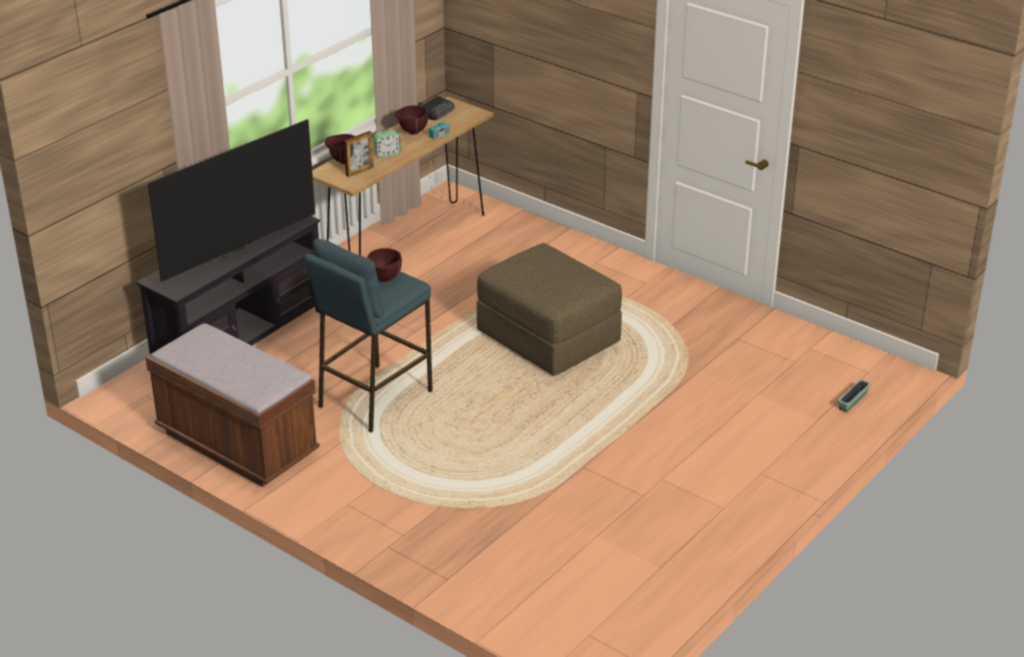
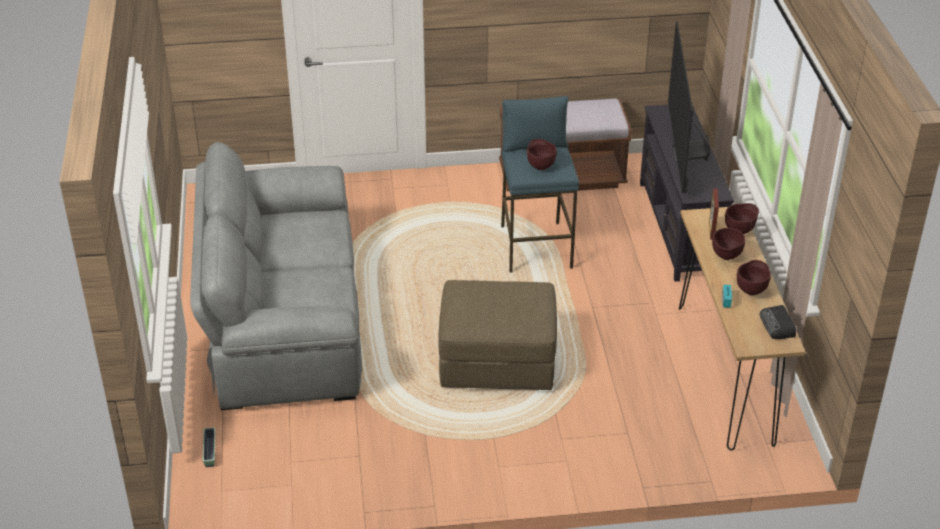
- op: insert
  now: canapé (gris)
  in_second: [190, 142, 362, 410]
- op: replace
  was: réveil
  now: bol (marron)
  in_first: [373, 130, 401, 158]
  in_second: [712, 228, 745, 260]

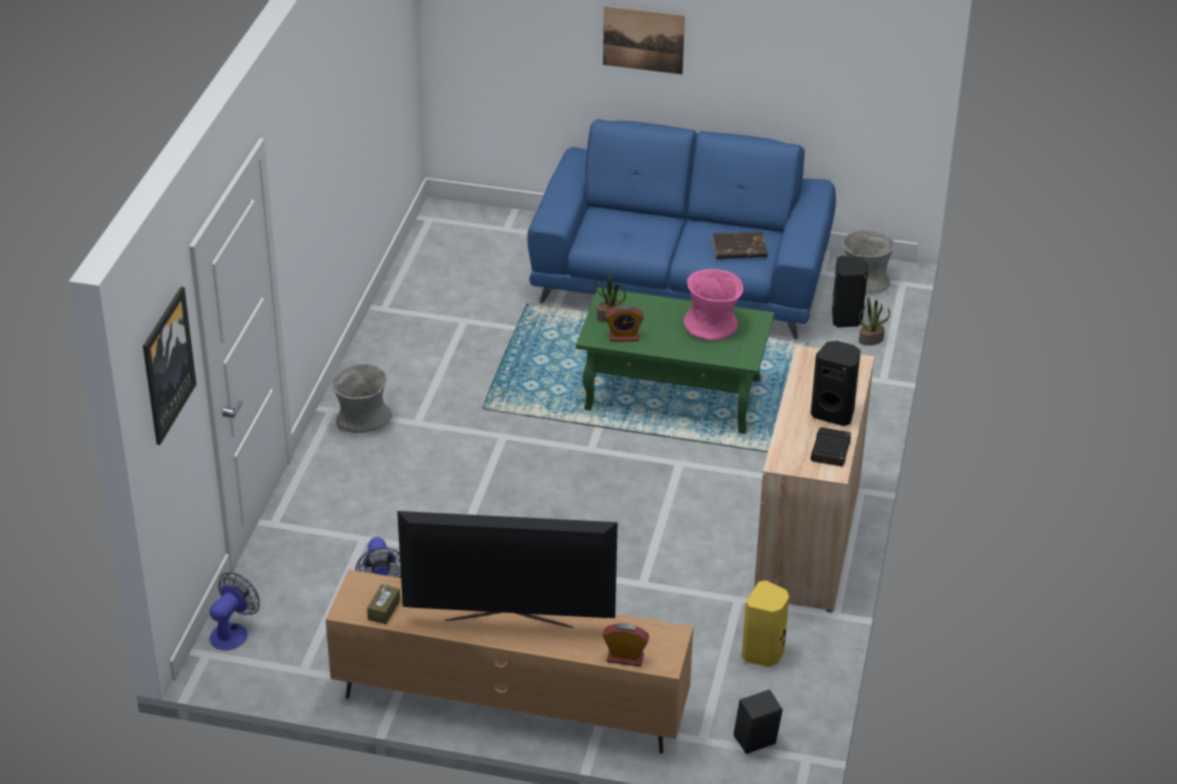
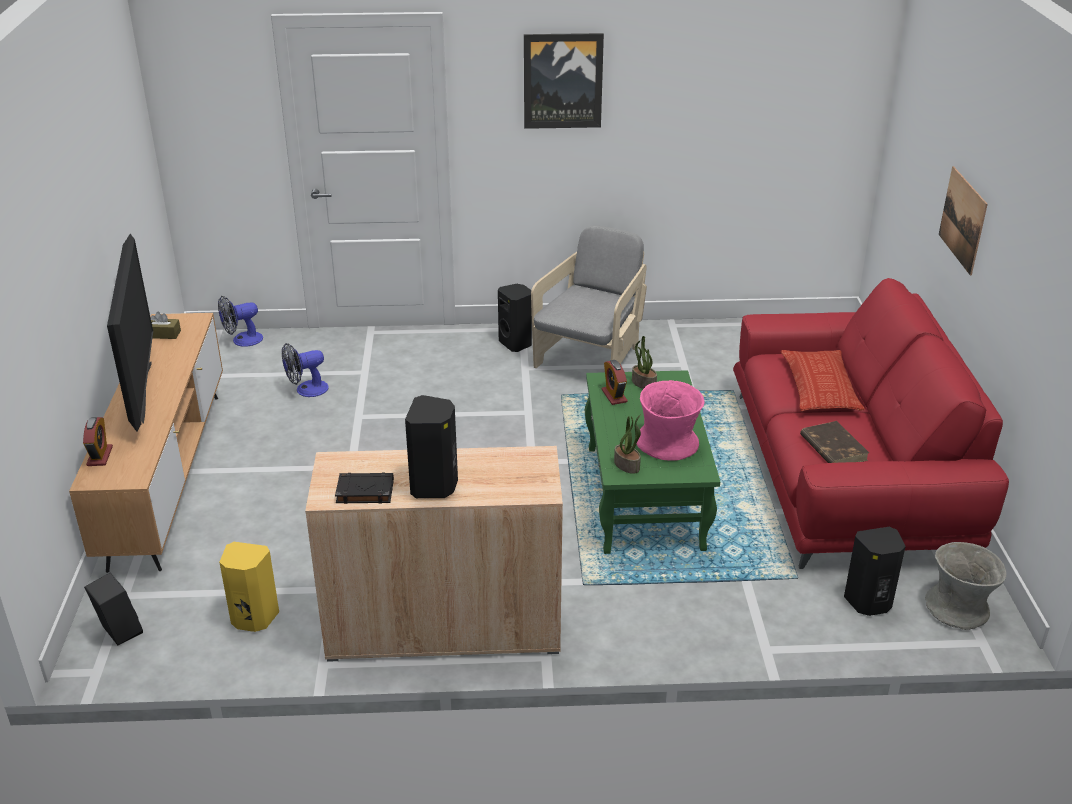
- op: rotate
  was: ventilateur
  in_first: [209, 572, 260, 650]
  in_second: [218, 296, 263, 347]
  clockwise: 135
- op: replace
  was: vase (gris)
  now: enceinte (noir)
  in_first: [332, 364, 392, 433]
  in_second: [498, 284, 532, 352]
- op: move
  was: tableau
  in_first: [143, 287, 196, 445]
  in_second: [524, 33, 604, 129]
- op: insert
  now: fauteuil (gris)
  in_second: [531, 225, 647, 368]
- op: move
  was: plante en pot
  in_first: [859, 297, 890, 345]
  in_second: [614, 414, 641, 474]
- op: recolor
  was: canapé (bleu)
  now: canapé (rouge)
  in_first: [527, 119, 836, 339]
  in_second: [733, 278, 1009, 569]
- op: insert
  now: coussin
  in_second: [781, 350, 865, 411]

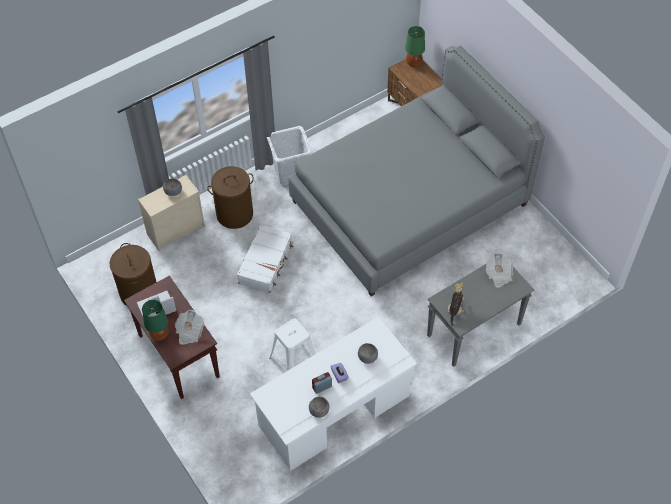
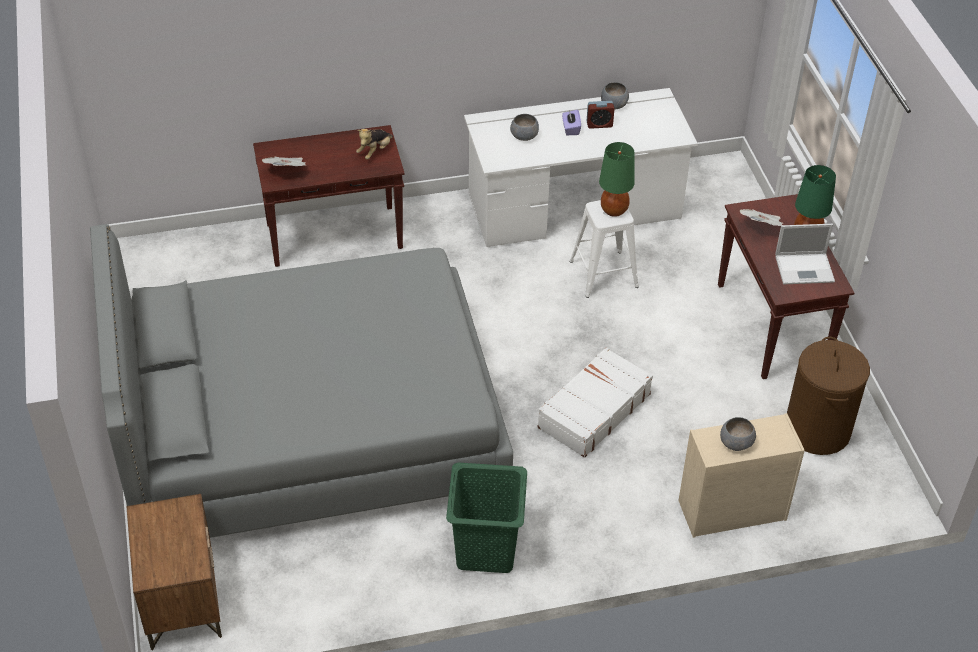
- op: recolor
  was: table console (gris)
  now: table console (marron)
  in_first: [427, 254, 534, 367]
  in_second: [253, 125, 405, 267]
- op: recolor
  was: panier à linge (blanc)
  now: panier à linge (vert)
  in_first: [267, 126, 312, 185]
  in_second: [446, 463, 527, 573]
- op: move
  was: lampe de table (vert)
  in_first: [405, 26, 425, 67]
  in_second: [599, 142, 634, 217]
- op: delete
  was: panier à linge (marron)
  in_first: [207, 166, 254, 229]

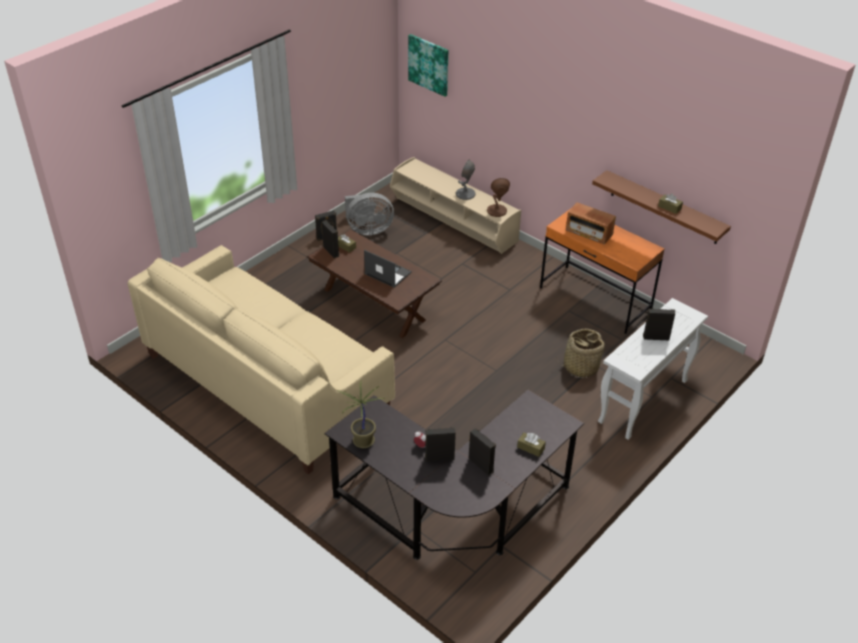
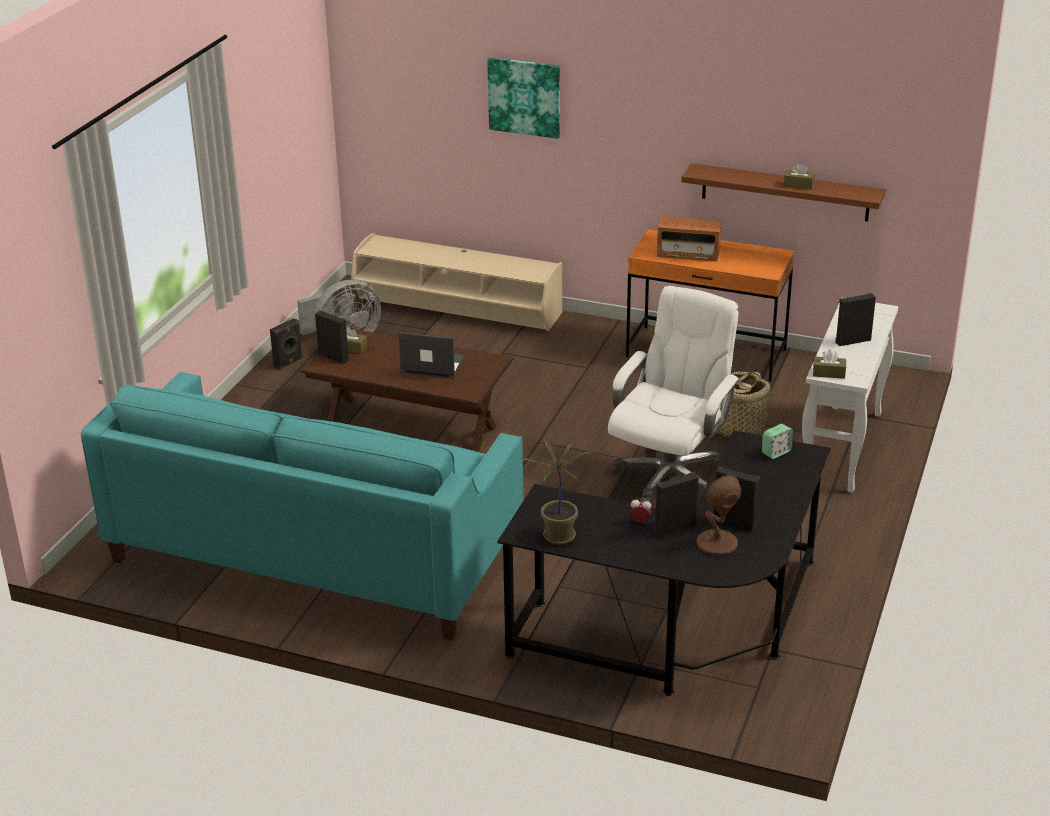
- op: recolor
  was: canapé (beige)
  now: canapé (turquoise)
  in_first: [128, 245, 395, 475]
  in_second: [81, 372, 524, 641]
- op: move
  was: tableau
  in_first: [408, 34, 448, 97]
  in_second: [487, 57, 560, 139]
- op: insert
  now: chaise de bureau (blanc)
  in_second: [608, 286, 740, 502]
- op: move
  was: lampe de table (marron)
  in_first: [487, 178, 510, 217]
  in_second: [696, 475, 741, 556]
- op: insert
  now: réveil
  in_second: [762, 424, 793, 459]
- op: move
  was: boîte à mouchoirs (marron)
  in_first: [517, 432, 546, 457]
  in_second: [813, 349, 846, 379]
- op: delete
  was: lampe de table (gris)
  in_first: [456, 159, 476, 200]

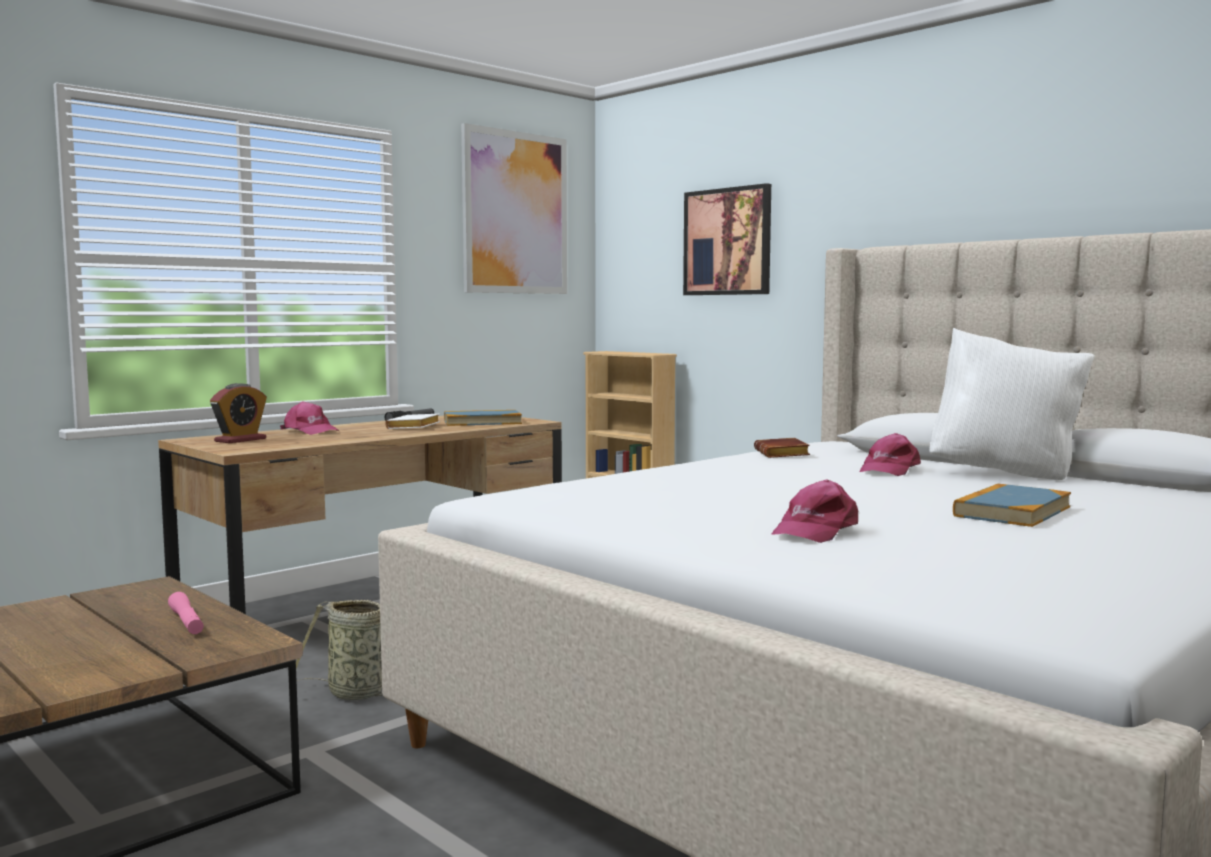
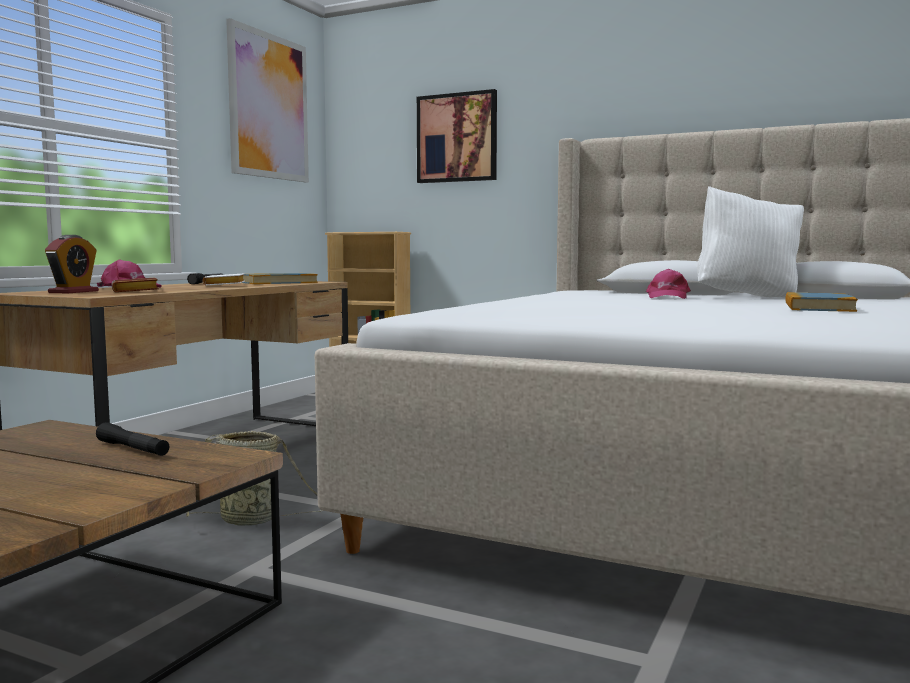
- op: recolor
  was: lampe de poche (rose)
  now: lampe de poche (noir)
  in_first: [168, 592, 204, 634]
  in_second: [96, 422, 170, 456]
- op: move
  was: livre (marron)
  in_first: [754, 438, 810, 458]
  in_second: [112, 277, 159, 292]
- op: delete
  was: casquette (rose)
  in_first: [772, 479, 858, 543]

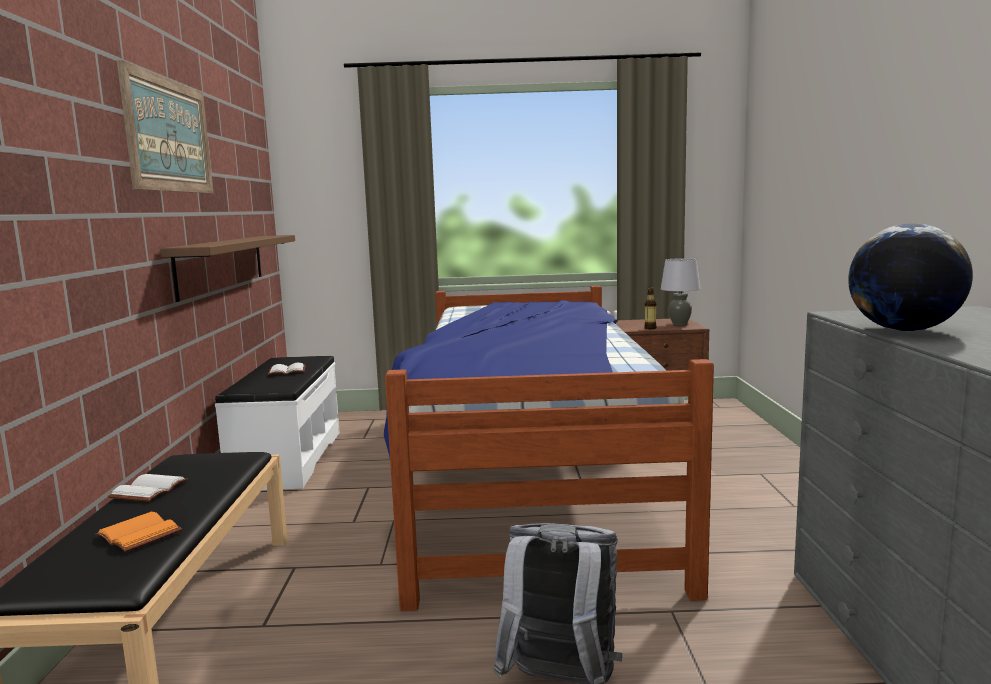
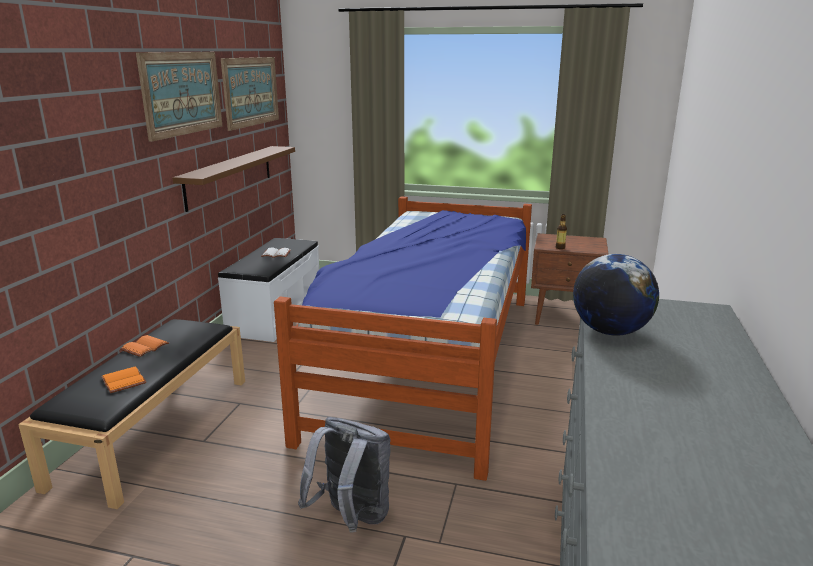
- op: recolor
  was: livre (blanc)
  now: livre (orange)
  in_first: [108, 474, 188, 502]
  in_second: [120, 335, 169, 357]
- op: insert
  now: tableau
  in_second: [221, 57, 279, 131]
- op: delete
  was: lampe de table (gris)
  in_first: [660, 258, 701, 325]

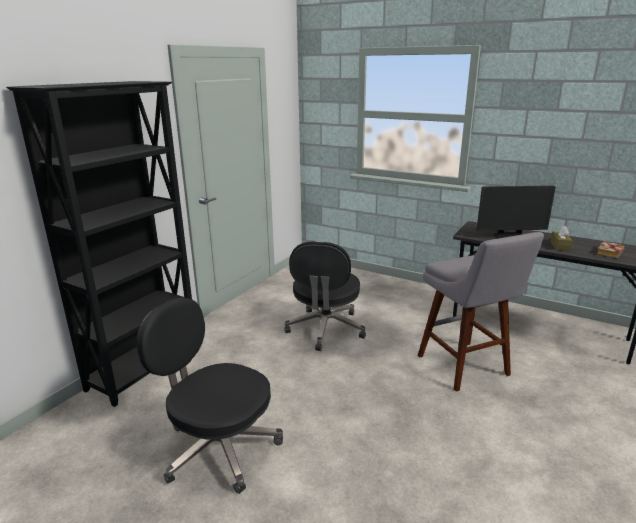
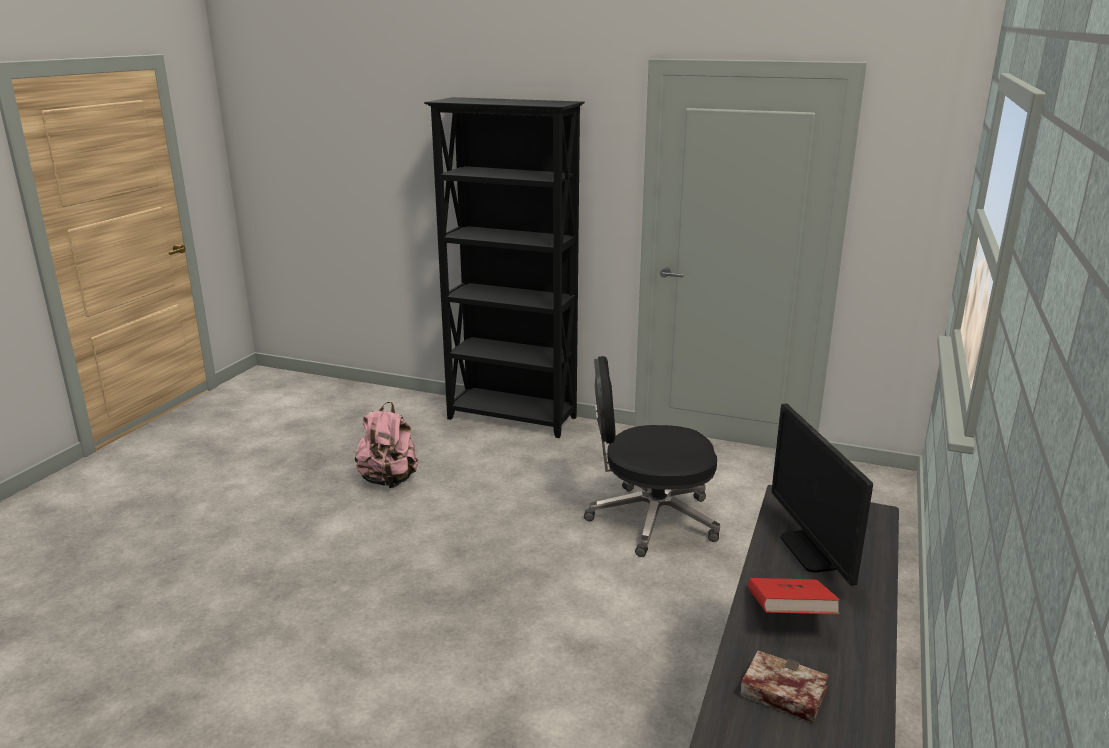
- op: replace
  was: chaise de bureau (noir)
  now: sac à dos (rose)
  in_first: [137, 297, 283, 494]
  in_second: [355, 402, 419, 488]
- op: replace
  was: boîte à mouchoirs (marron)
  now: livre (rouge)
  in_first: [550, 226, 573, 251]
  in_second: [748, 578, 840, 614]
- op: delete
  was: tabouret (gris)
  in_first: [418, 232, 544, 392]

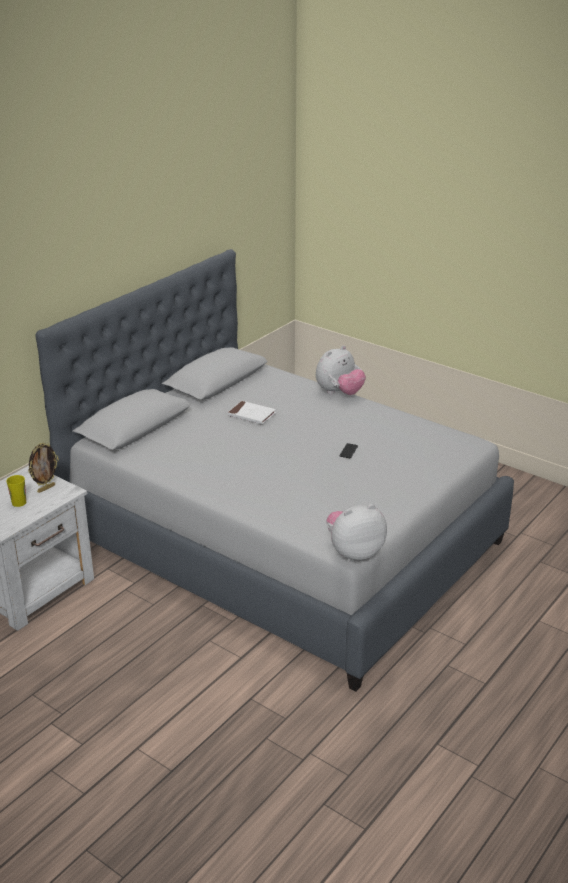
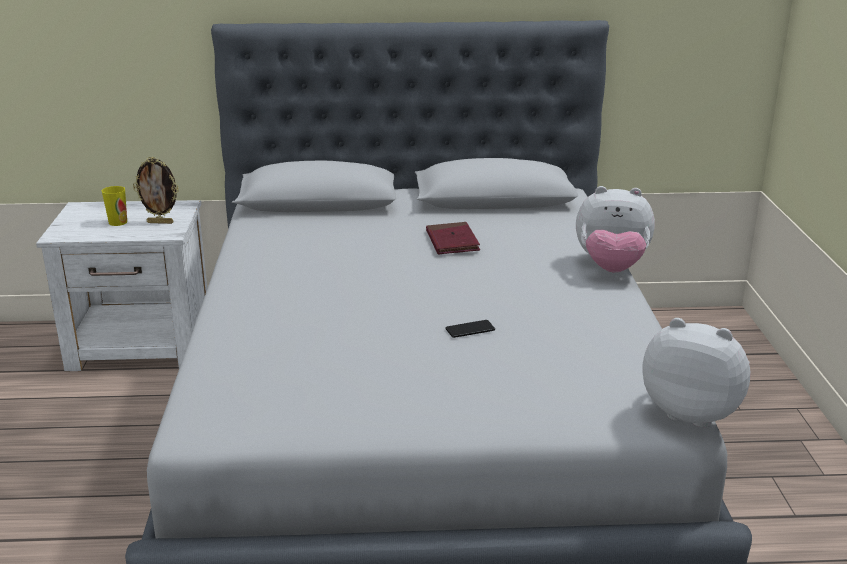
- op: recolor
  was: livre (blanc)
  now: livre (rouge)
  in_first: [227, 401, 276, 424]
  in_second: [426, 222, 480, 255]
- op: move
  was: peluche
  in_first: [326, 504, 387, 562]
  in_second: [642, 318, 751, 428]

